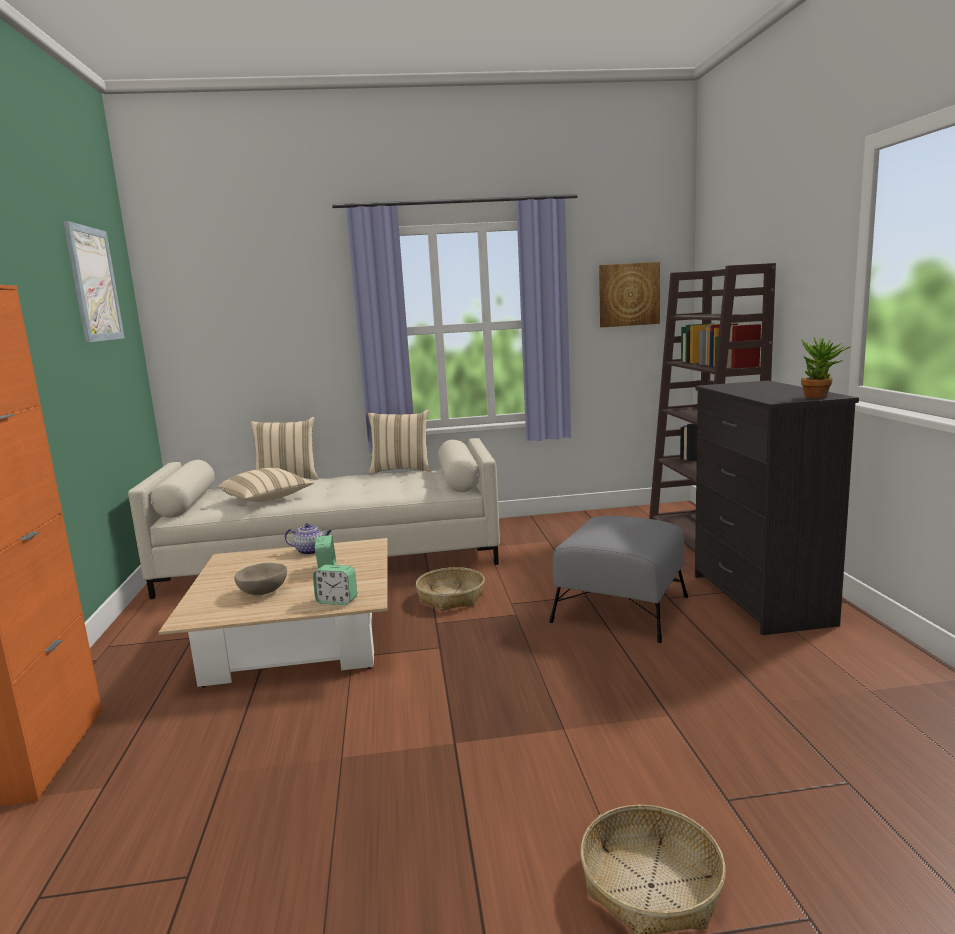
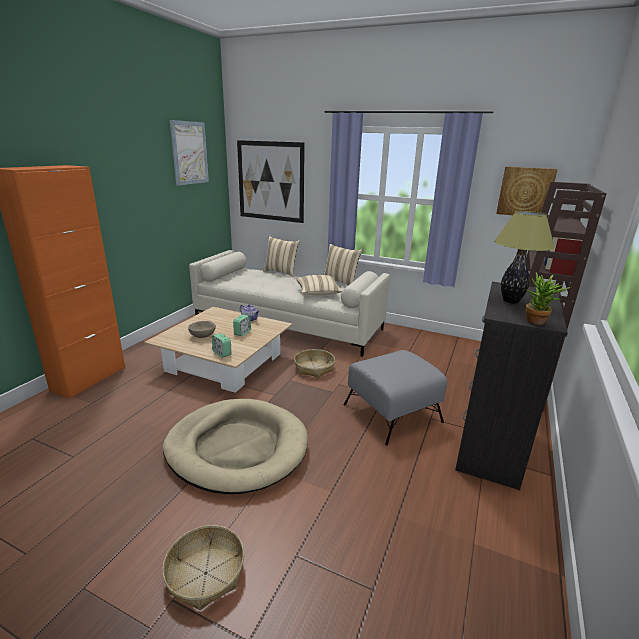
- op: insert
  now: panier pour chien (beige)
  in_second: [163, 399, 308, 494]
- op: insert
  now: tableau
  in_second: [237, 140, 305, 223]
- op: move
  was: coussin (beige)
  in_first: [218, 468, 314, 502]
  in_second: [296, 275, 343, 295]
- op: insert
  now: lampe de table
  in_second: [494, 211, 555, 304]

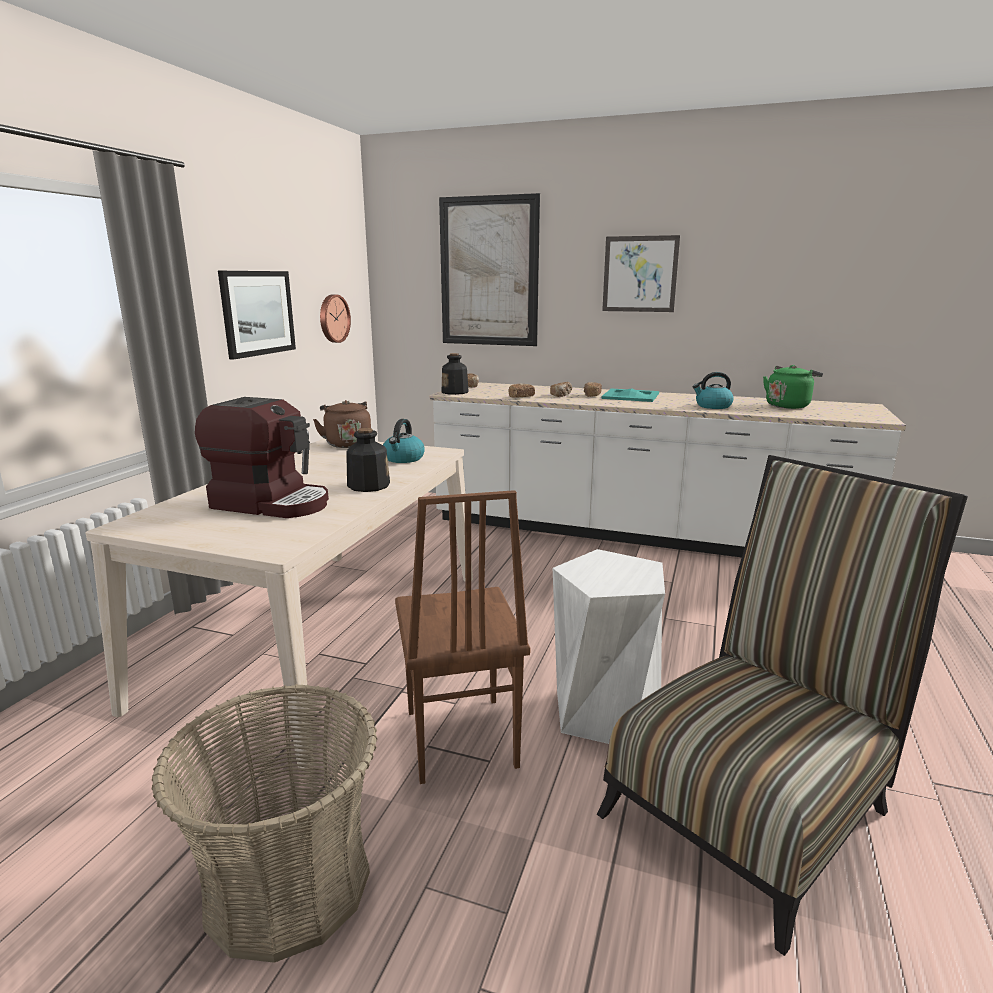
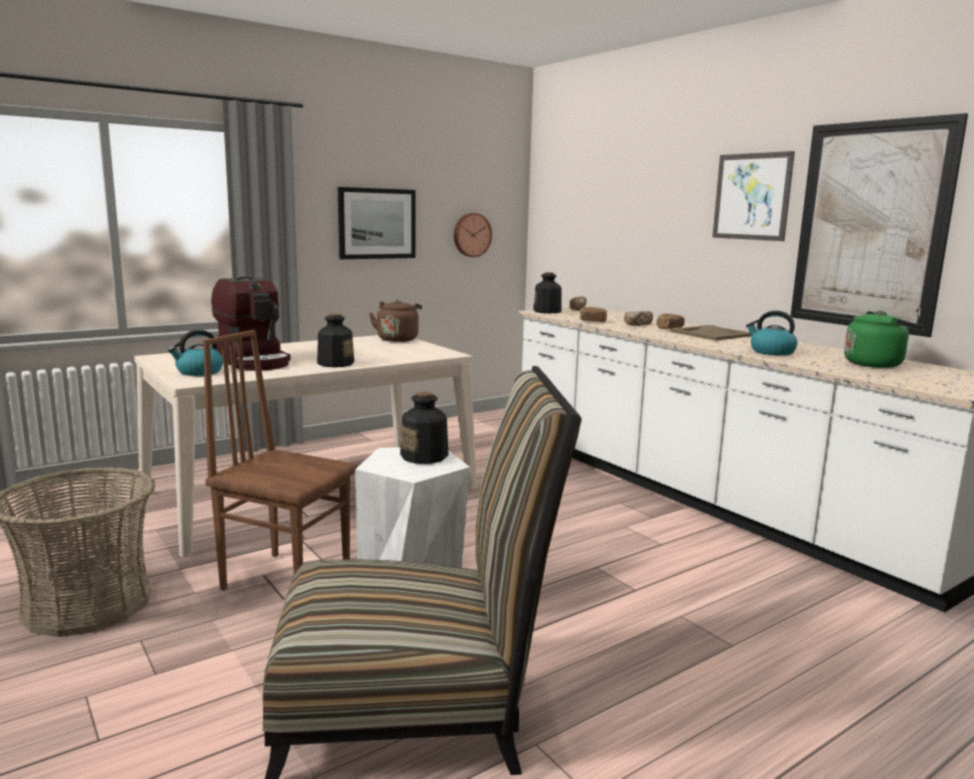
- op: move
  was: bouilloire
  in_first: [383, 419, 425, 463]
  in_second: [168, 330, 223, 376]
- op: rotate
  was: chaise (marron)
  in_first: [395, 490, 530, 784]
  in_second: [203, 330, 358, 590]
  clockwise: 90
- op: insert
  now: bouteille
  in_second: [400, 392, 448, 464]
- op: recolor
  was: plateau (turquoise)
  now: plateau (beige)
  in_first: [601, 388, 659, 402]
  in_second: [670, 325, 751, 341]
- op: move
  was: tableau
  in_first: [439, 193, 540, 346]
  in_second: [791, 113, 968, 337]

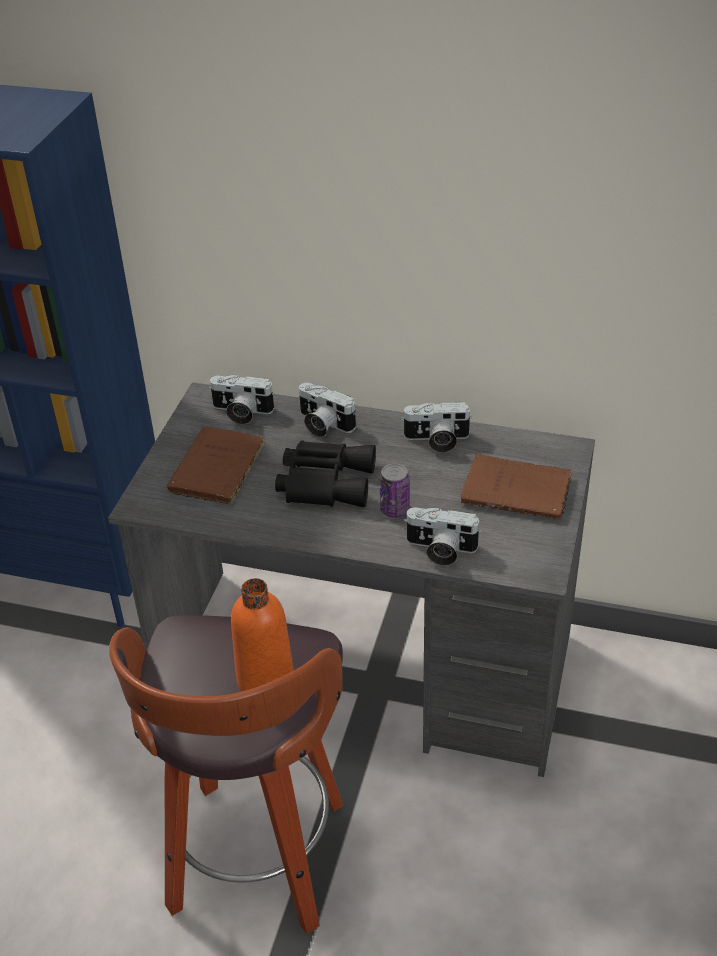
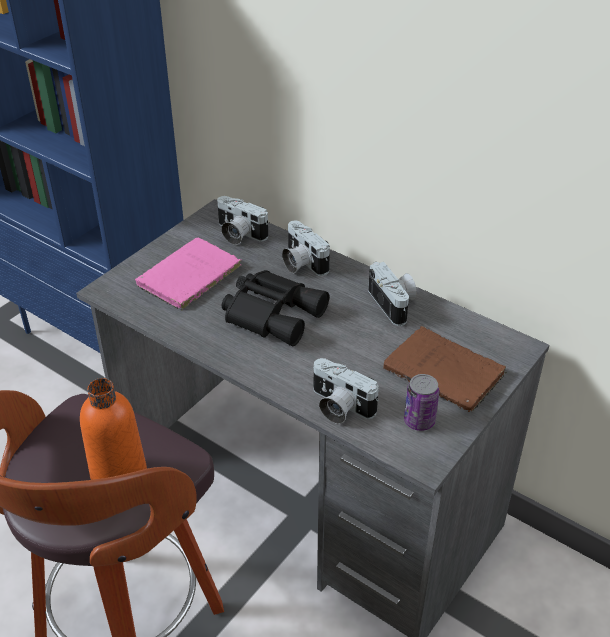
- op: recolor
  was: livre (marron)
  now: livre (rose)
  in_first: [167, 426, 265, 505]
  in_second: [135, 238, 241, 311]
- op: rotate
  was: appareil photo
  in_first: [401, 402, 472, 453]
  in_second: [368, 262, 417, 326]
  clockwise: -135
- op: move
  was: boîte métallique
  in_first: [380, 463, 410, 518]
  in_second: [404, 374, 440, 431]

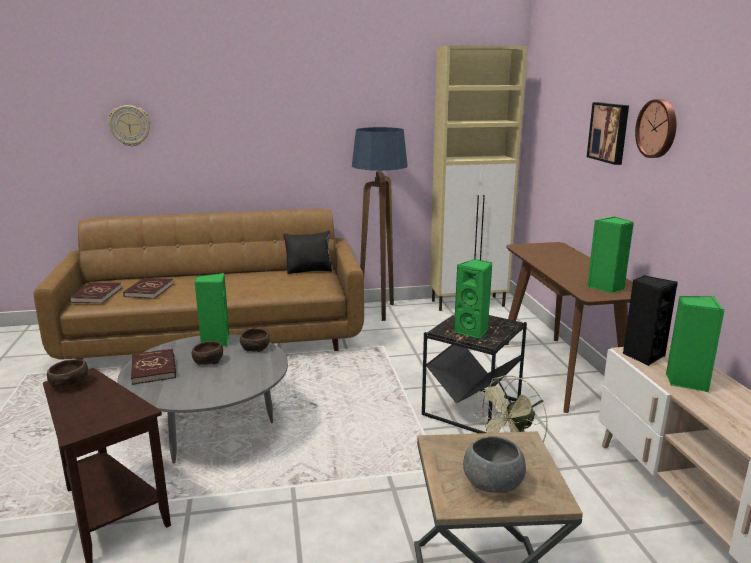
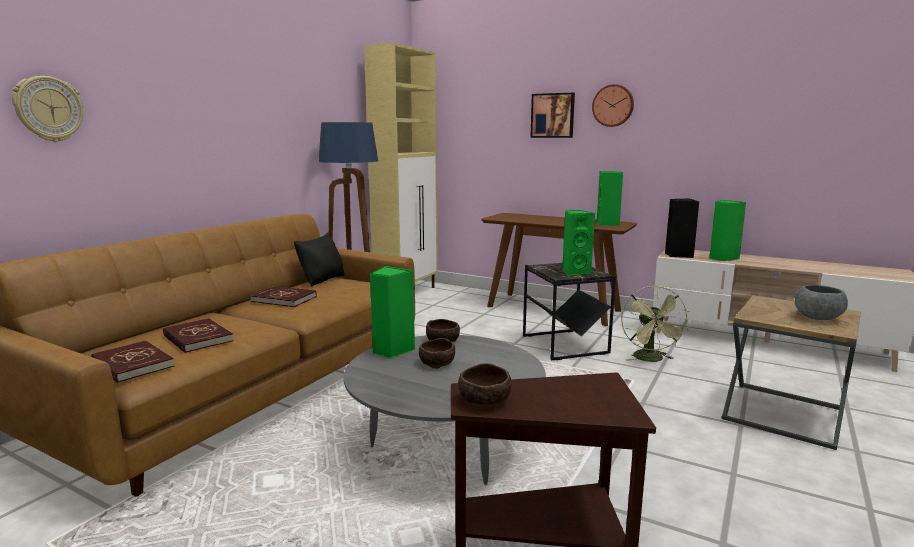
- op: move
  was: livre (rouge)
  in_first: [131, 348, 176, 385]
  in_second: [250, 286, 317, 307]

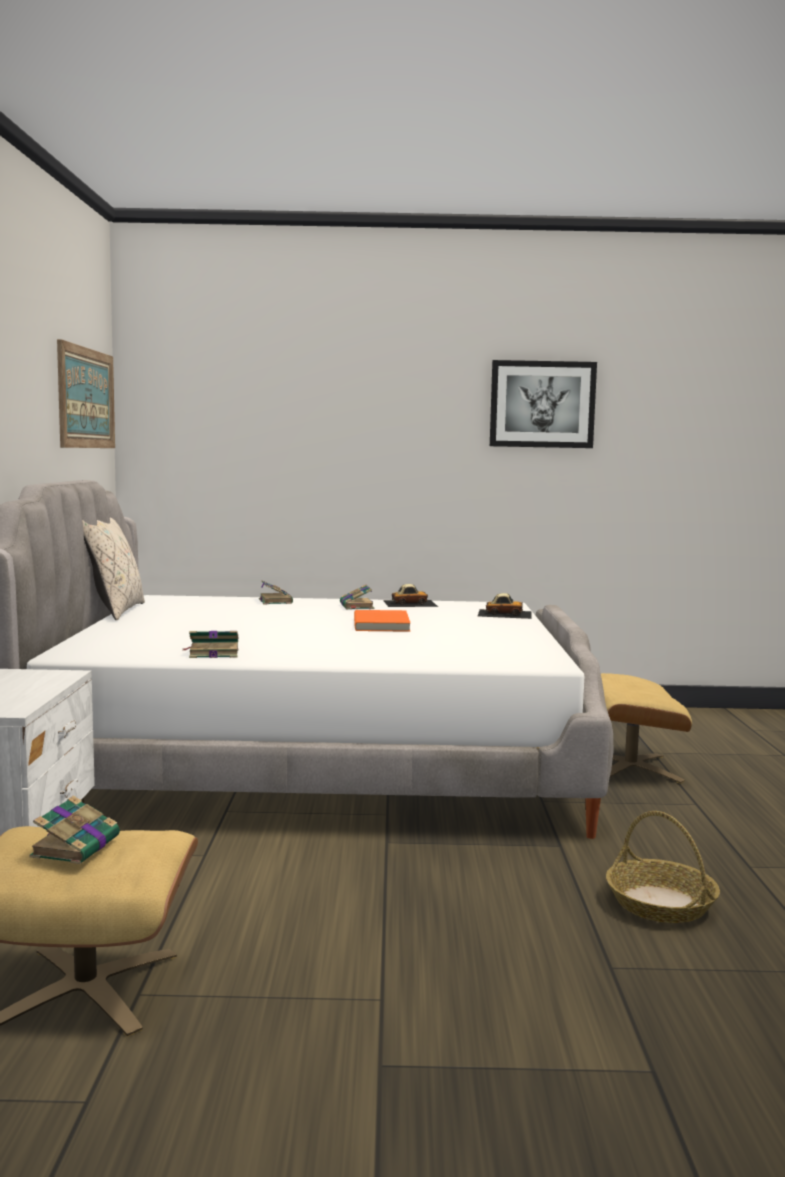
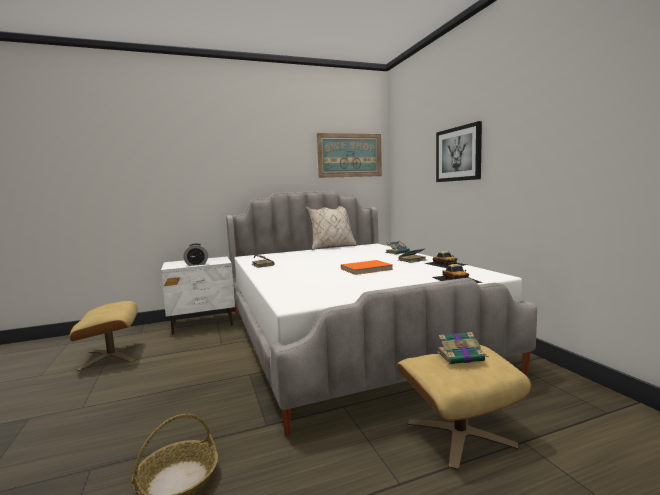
- op: insert
  now: réveil
  in_second: [184, 243, 208, 266]
- op: move
  was: tableau
  in_first: [490, 360, 597, 448]
  in_second: [436, 121, 482, 182]
- op: move
  was: livre
  in_first: [29, 795, 120, 864]
  in_second: [437, 332, 489, 364]

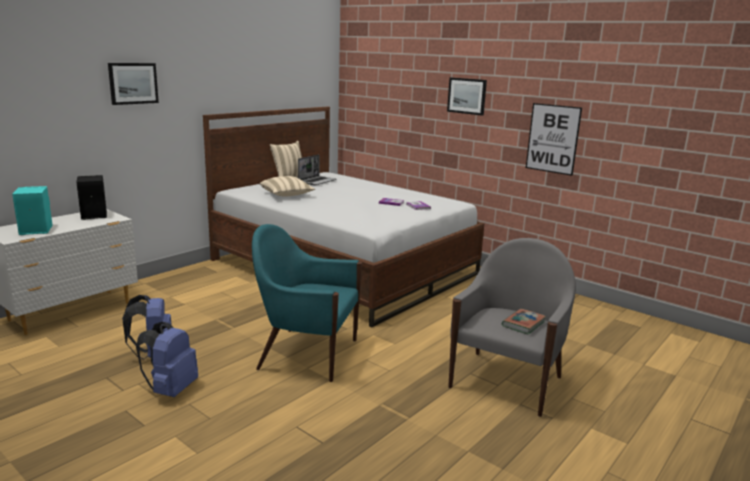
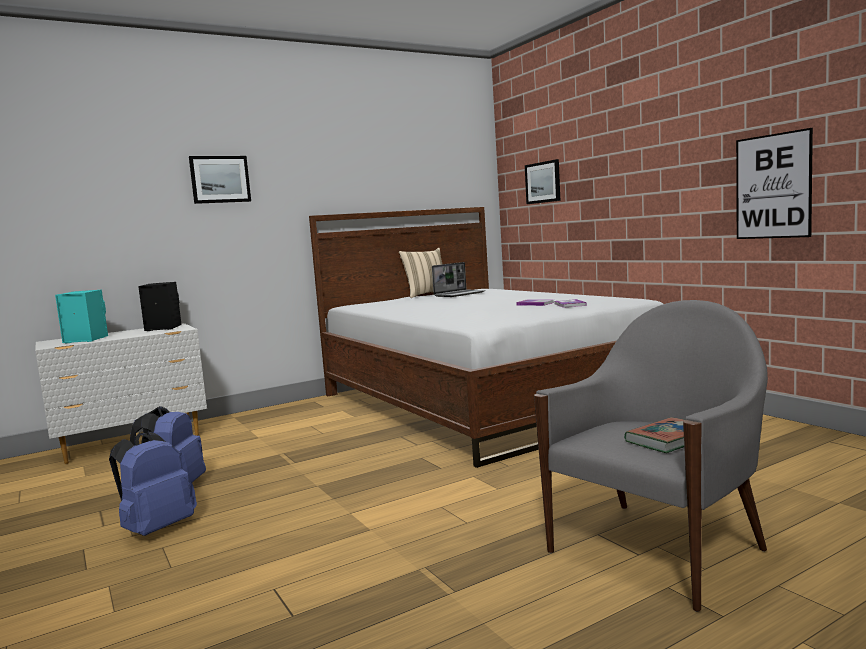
- op: move
  was: tableau
  in_first: [447, 77, 487, 116]
  in_second: [525, 159, 560, 204]
- op: delete
  was: fauteuil (turquoise)
  in_first: [252, 224, 362, 382]
- op: delete
  was: coussin (beige)
  in_first: [259, 176, 315, 196]

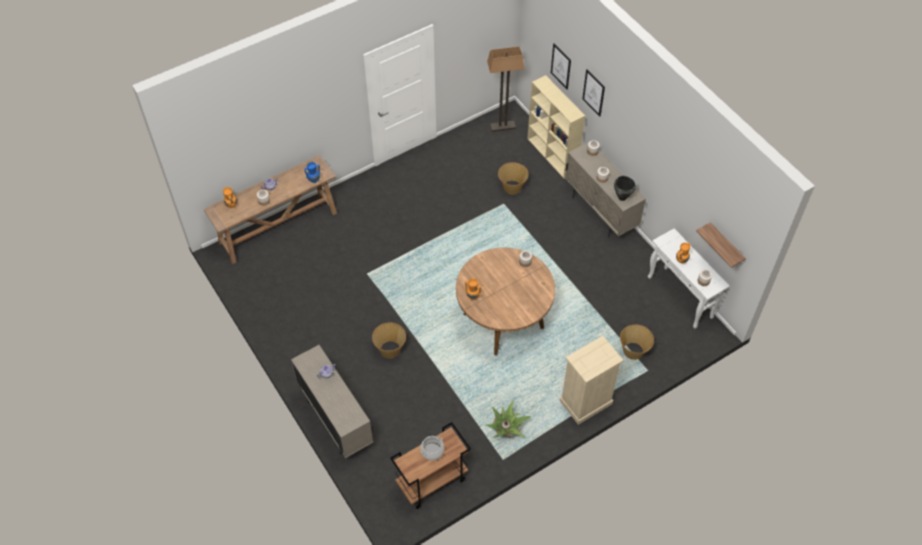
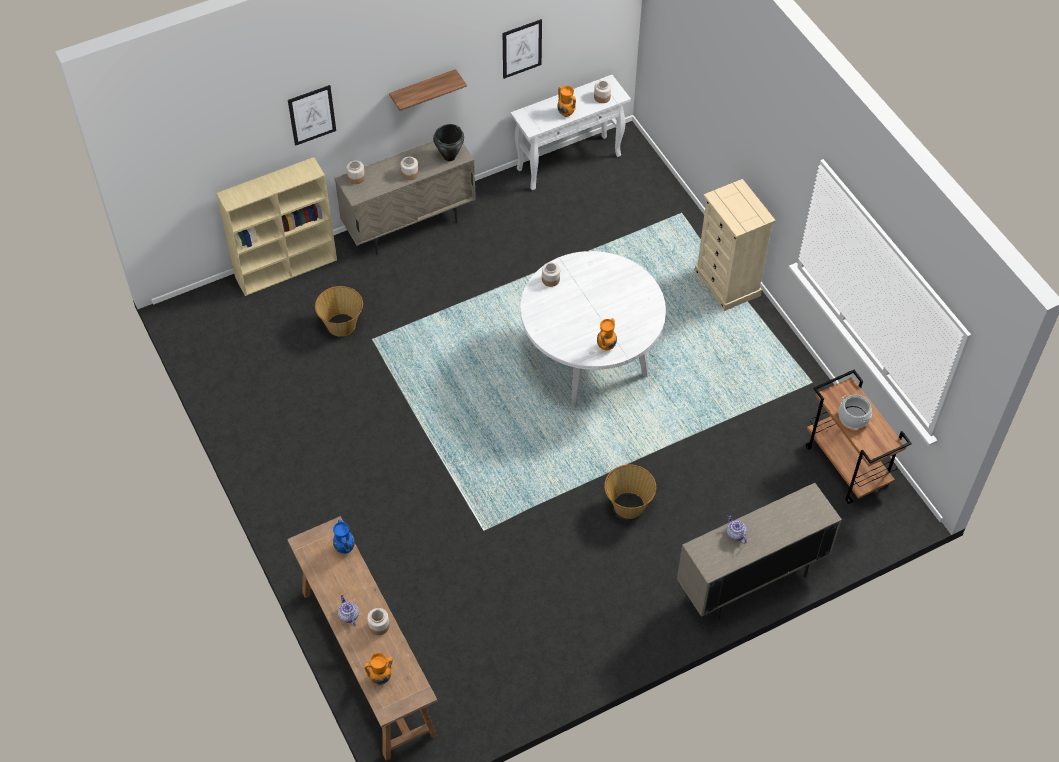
- op: move
  was: étagère
  in_first: [696, 223, 746, 268]
  in_second: [389, 69, 467, 111]
- op: move
  was: tableau
  in_first: [551, 43, 571, 89]
  in_second: [503, 19, 542, 79]
- op: recolor
  was: table à manger (marron)
  now: table à manger (blanc)
  in_first: [456, 247, 555, 355]
  in_second: [520, 251, 666, 408]
- op: delete
  was: plante en pot
  in_first: [486, 401, 531, 438]
- op: delete
  was: lampadaire
  in_first: [487, 46, 524, 132]
- op: delete
  was: panier
  in_first: [620, 324, 654, 360]

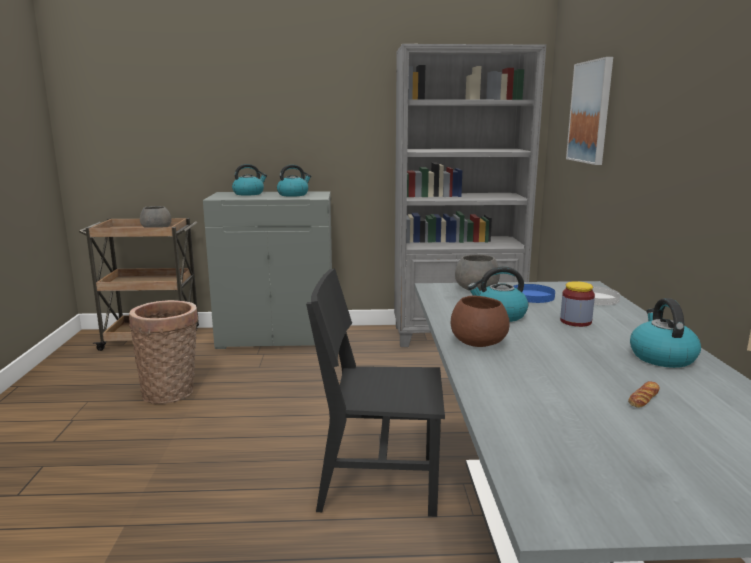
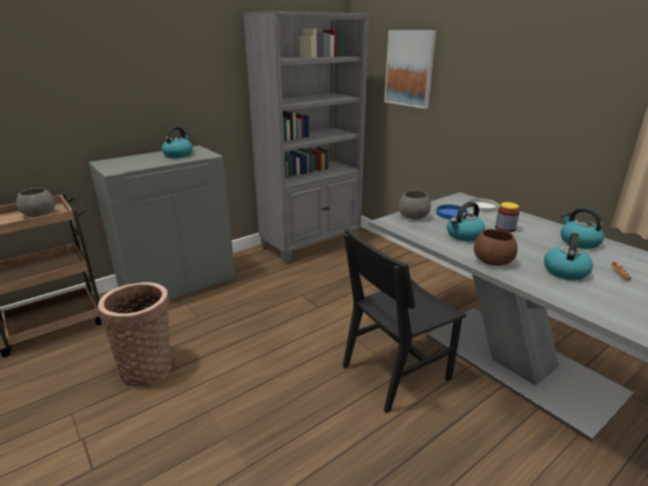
- op: move
  was: bouilloire
  in_first: [232, 164, 267, 196]
  in_second: [544, 233, 593, 280]

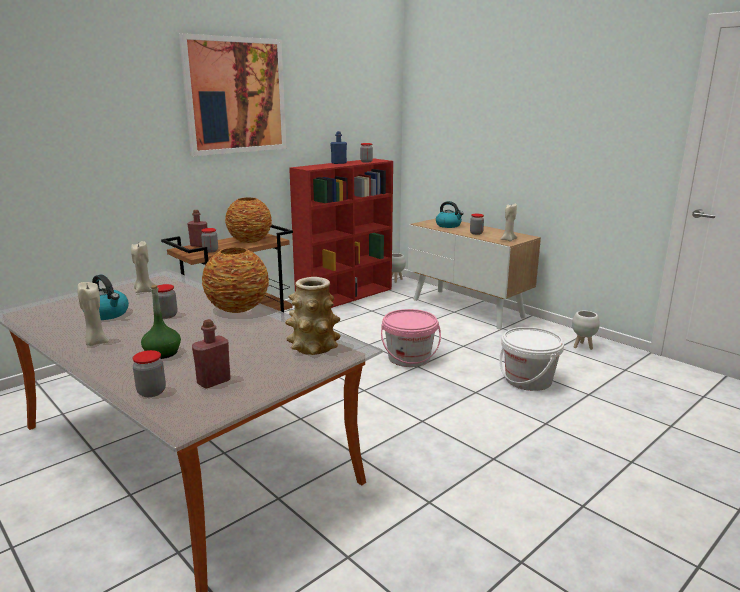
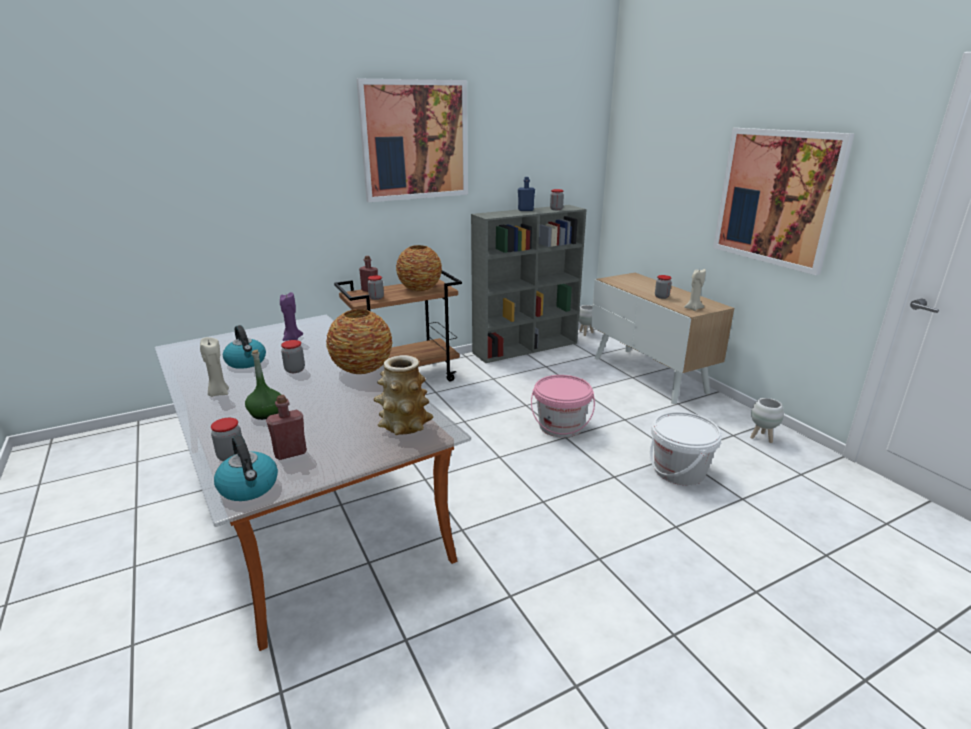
- op: move
  was: bouilloire
  in_first: [436, 201, 464, 228]
  in_second: [214, 435, 278, 501]
- op: recolor
  was: bougie (beige)
  now: bougie (violet)
  in_first: [131, 241, 155, 293]
  in_second: [280, 292, 303, 341]
- op: recolor
  was: bibliothèque (rouge)
  now: bibliothèque (gris)
  in_first: [289, 159, 393, 308]
  in_second: [471, 205, 587, 363]
- op: insert
  now: tableau
  in_second: [713, 128, 854, 275]

